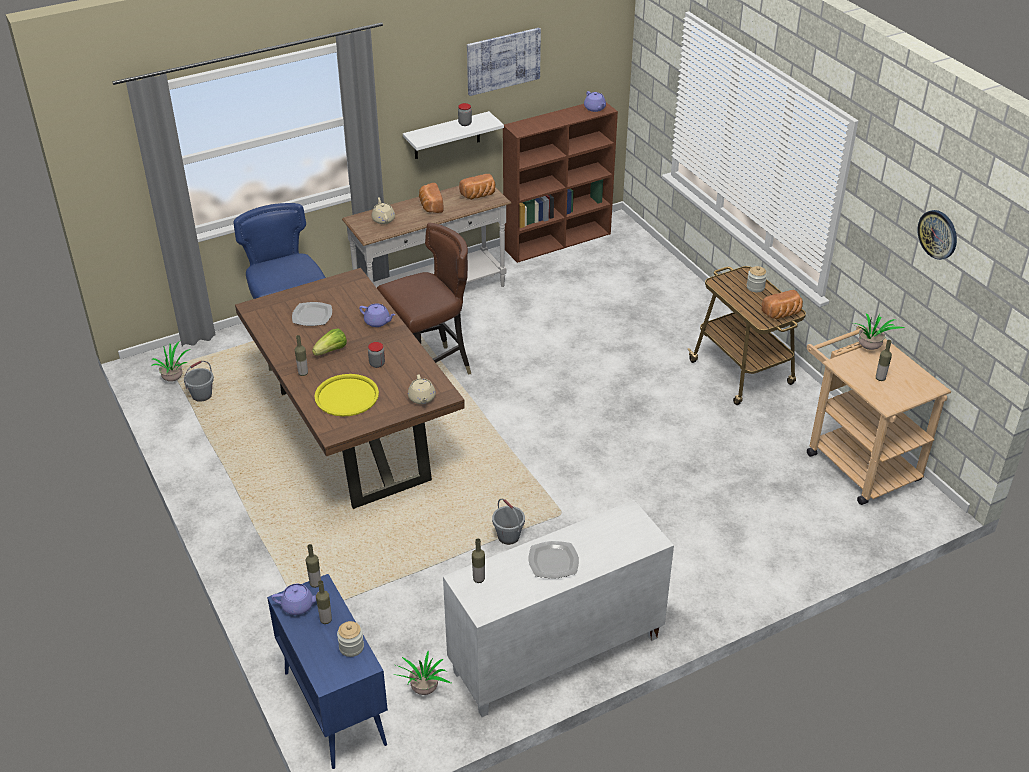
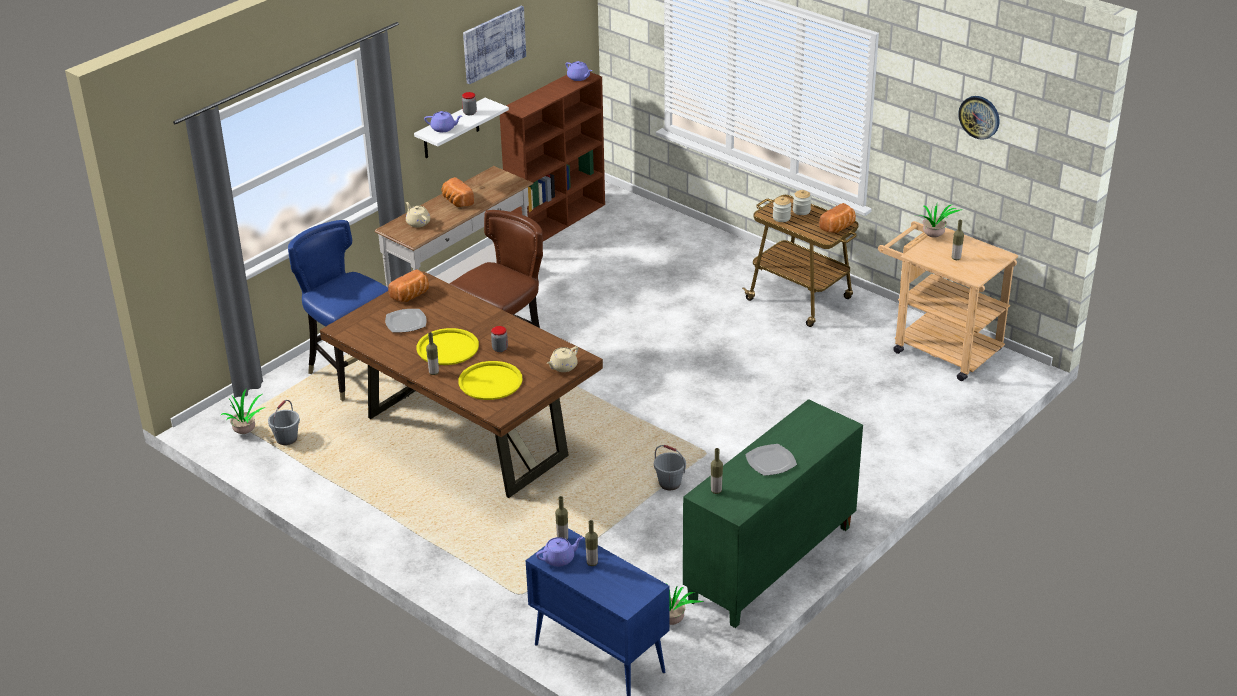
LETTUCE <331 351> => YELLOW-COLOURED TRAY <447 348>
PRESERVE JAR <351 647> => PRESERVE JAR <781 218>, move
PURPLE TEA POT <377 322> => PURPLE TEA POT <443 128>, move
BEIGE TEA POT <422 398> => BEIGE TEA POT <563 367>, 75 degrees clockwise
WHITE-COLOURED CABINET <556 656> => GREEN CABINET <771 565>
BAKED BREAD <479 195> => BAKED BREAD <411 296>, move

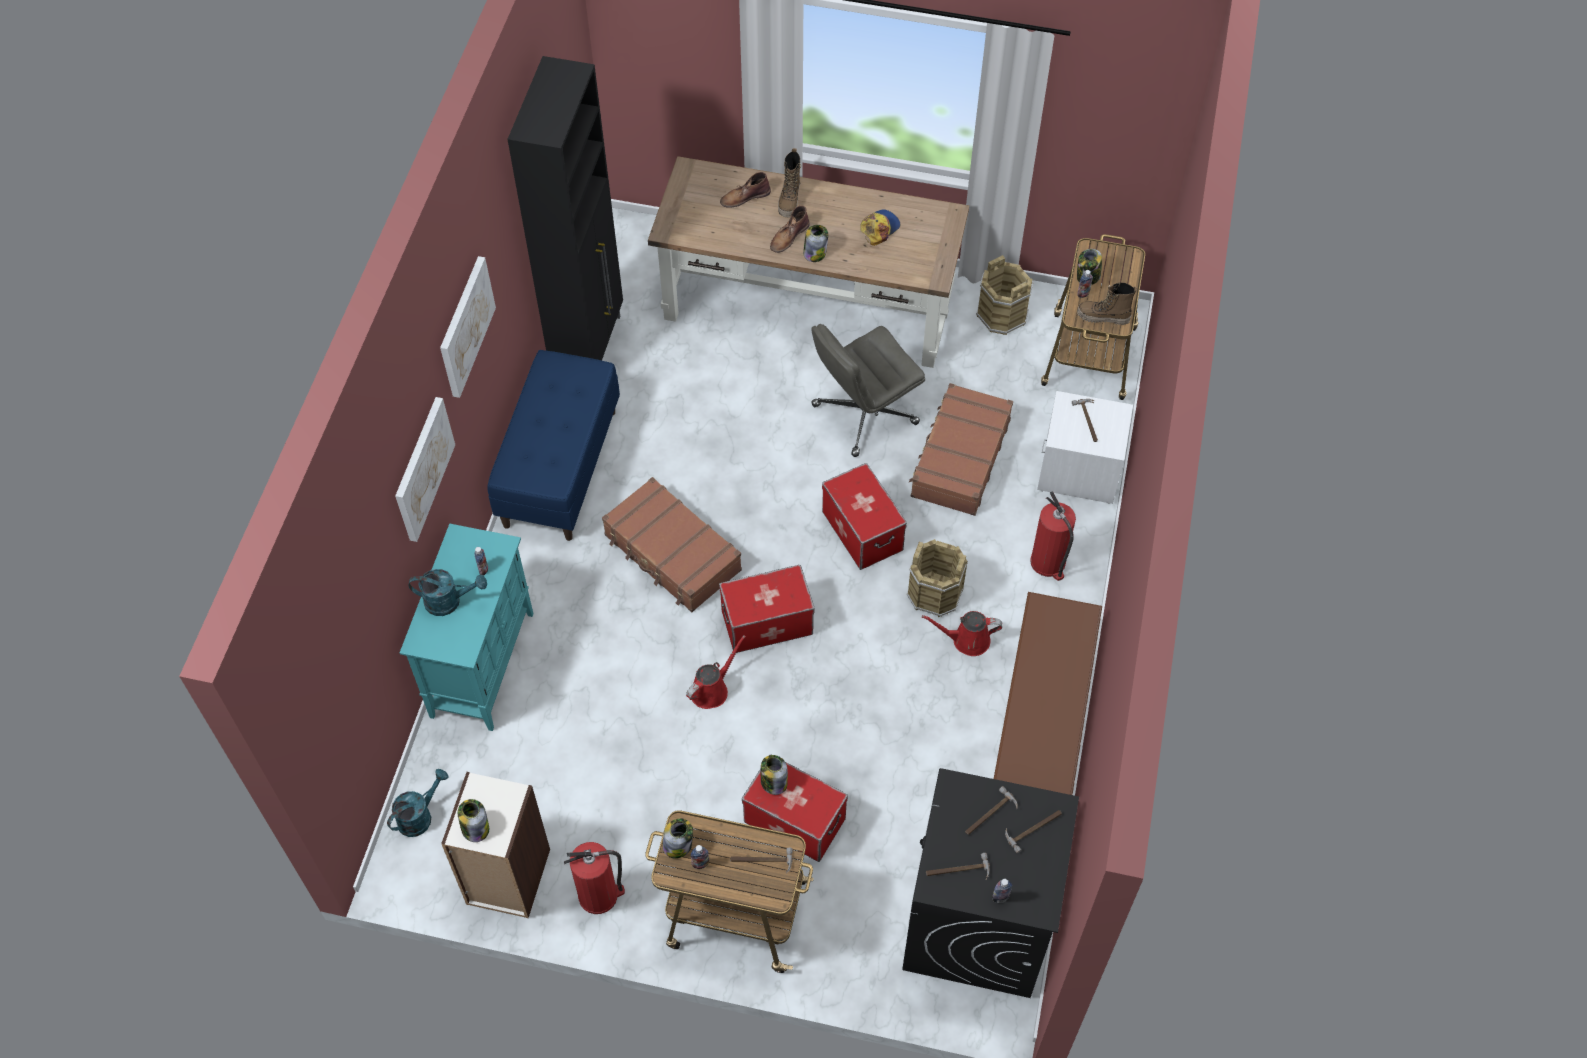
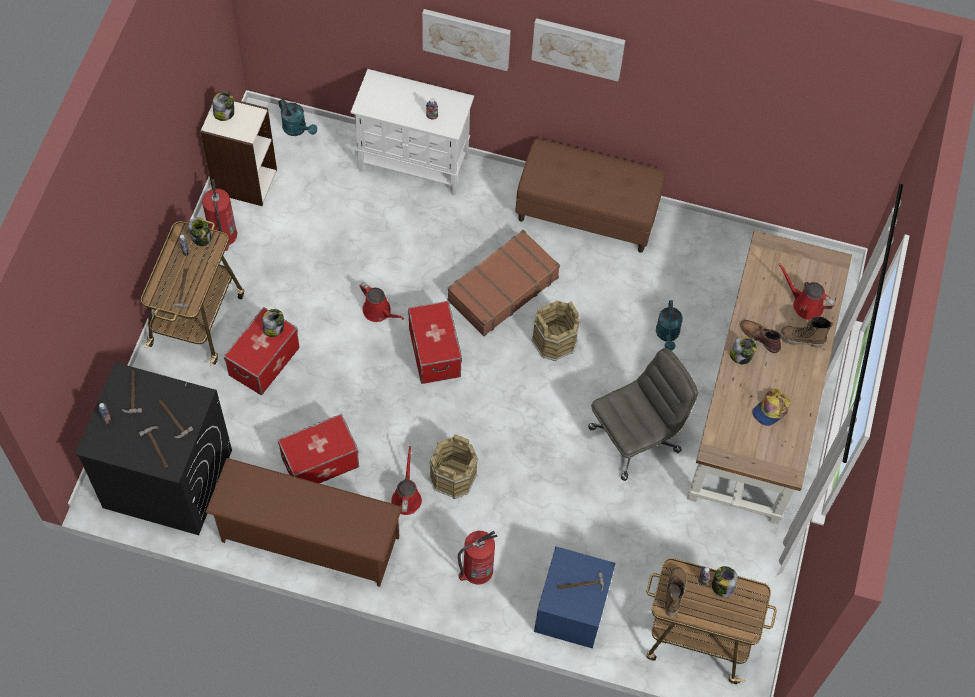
TURQUOISE CABINET <482 663> => WHITE-COLOURED CABINET <414 164>
TURQUOISE SPRINKLING CAN <449 601> => TURQUOISE SPRINKLING CAN <667 335>, move
BLUISH INDOOR BENCH <559 467> => BROWNISH INDOOR BENCH <587 213>
BLACK CABINET <590 348> => nothing
BROWNISH BOOT <744 197> => REDDISH SPRINKLING CAN <805 304>
GREY OFFICE CHAIR <864 415> => GREY OFFICE CHAIR <635 438>, 90 degrees clockwise
STORAGE BOX <863 530> => STORAGE BOX <320 462>, move
PEAKED CAP <879 228> => PEAKED CAP <770 409>, 90 degrees clockwise
BROWNISH SUITCASE <959 458> => nothing
BROWNISH WATER BUCKET <1002 314> => BROWNISH WATER BUCKET <554 342>, move
WHITE-COLOURED NIGHTSTAND <1079 470> => BLUISH NIGHTSTAND <571 609>

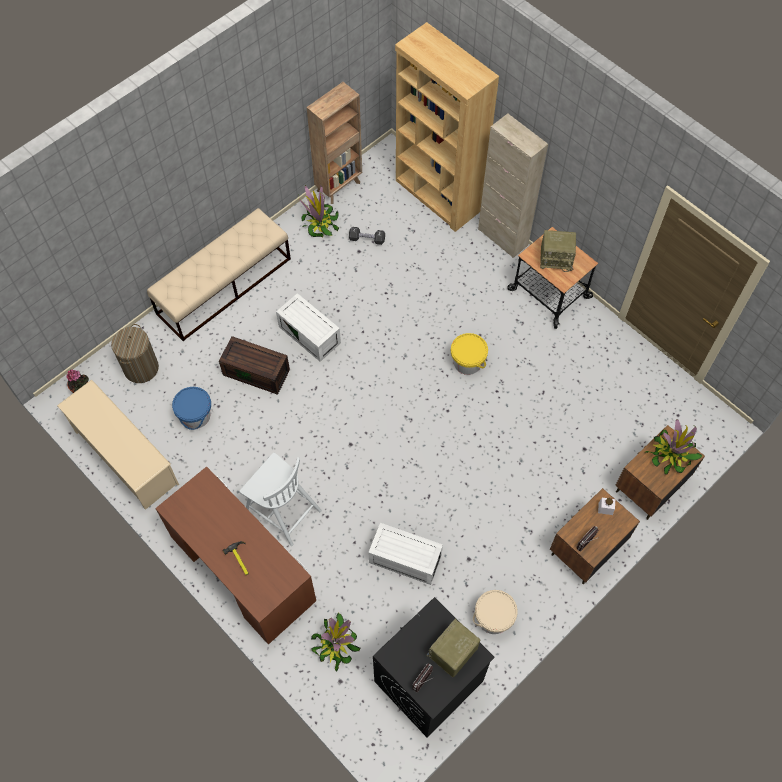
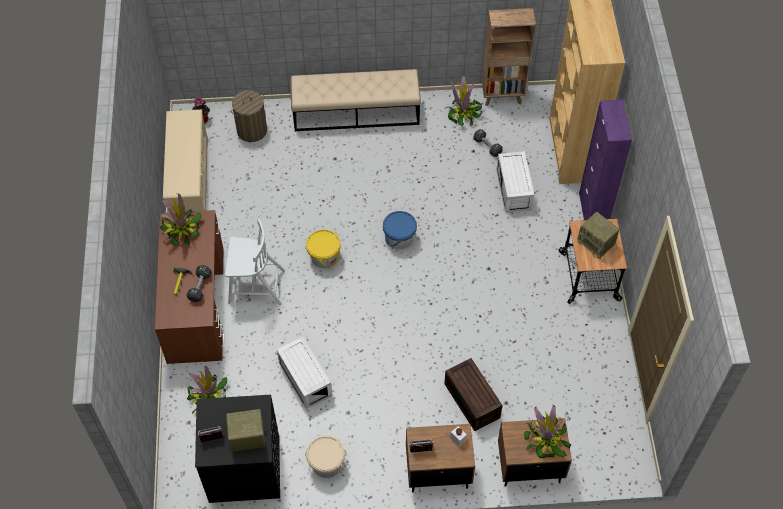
BLUISH WATER BUCKET <196 416> => BLUISH WATER BUCKET <399 238>, move
BROWNISH STORAGE BOX <257 372> => BROWNISH STORAGE BOX <473 401>, move
WHITE-COLOURED UPRIGHT CHAIR <282 510> => WHITE-COLOURED UPRIGHT CHAIR <255 286>, 75 degrees counterclockwise
WHITE-COLOURED STORAGE BOX <311 335> => WHITE-COLOURED STORAGE BOX <514 190>, move
YELLOW-COLOURED WATER BUCKET <467 362> => YELLOW-COLOURED WATER BUCKET <324 257>, move
BEIGE CABINET <502 237> => PURPLE CABINET <592 212>
nothing => PLANT IN A POT <181 230>
nothing => BLACK HAND WEIGHT <200 287>

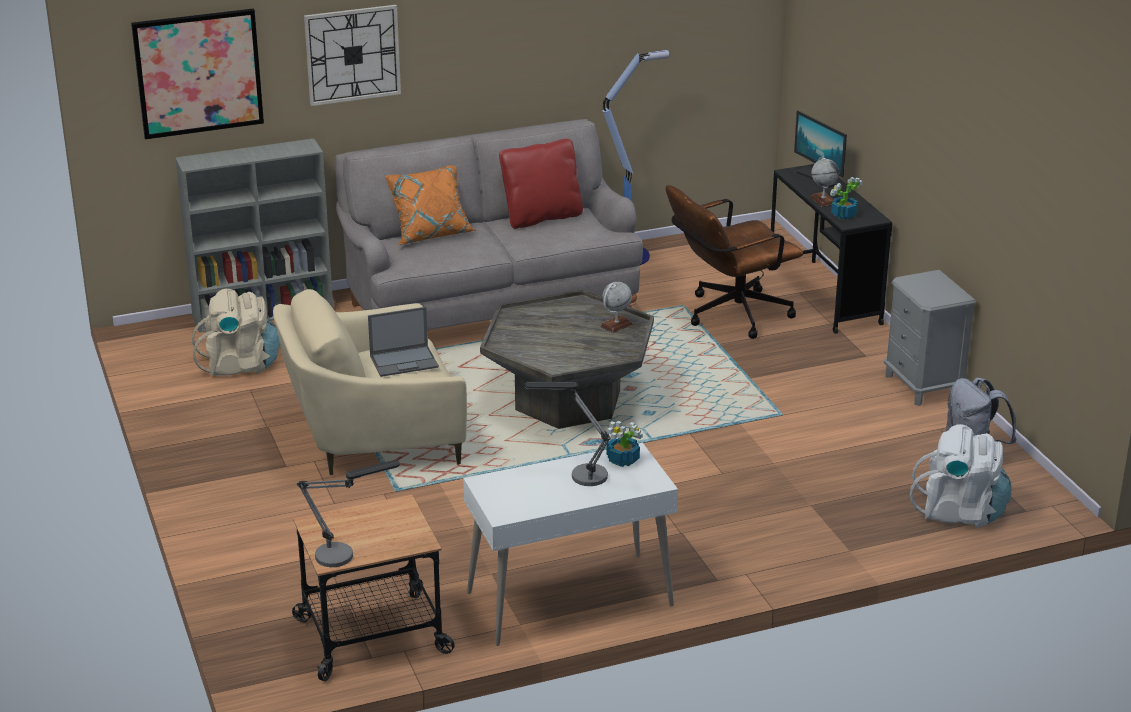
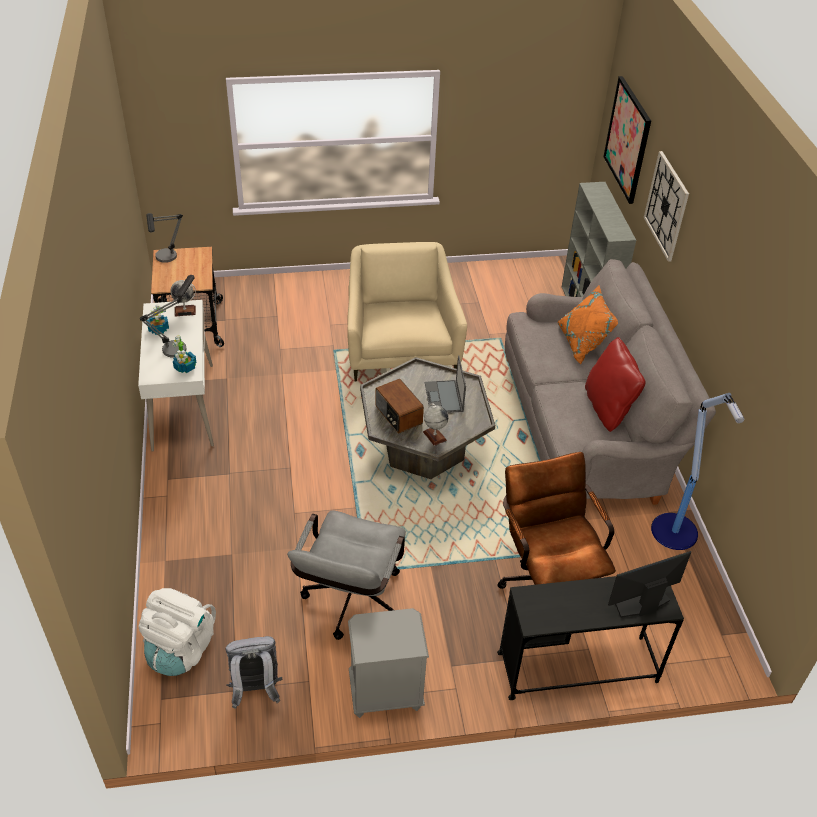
BEIGE RUCKSACK <240 365> => nothing
LAPTOP <405 361> => LAPTOP <444 397>, move
DESK GLOBE <823 200> => DESK GLOBE <185 311>, move
PLANT IN A POT <843 214> => PLANT IN A POT <159 329>, move
nothing => GREY OFFICE CHAIR <350 605>
nothing => RADIO RECEIVER <398 415>

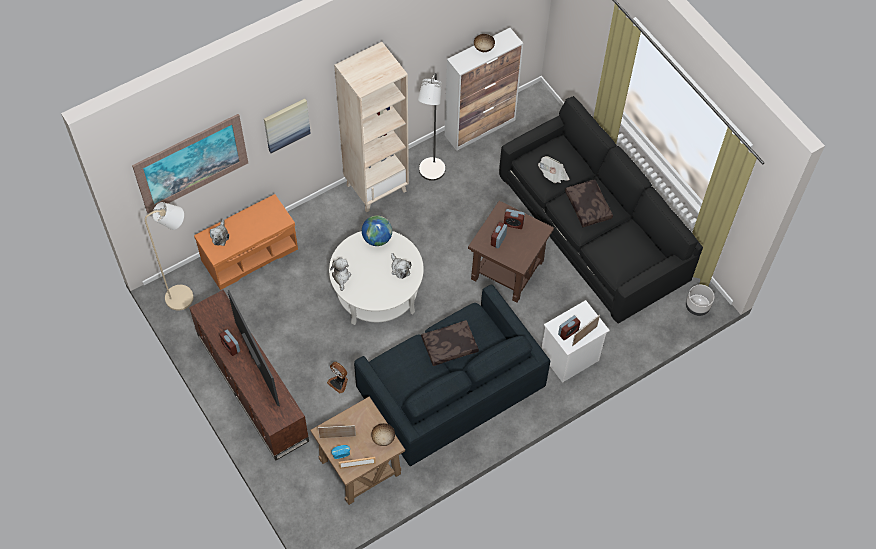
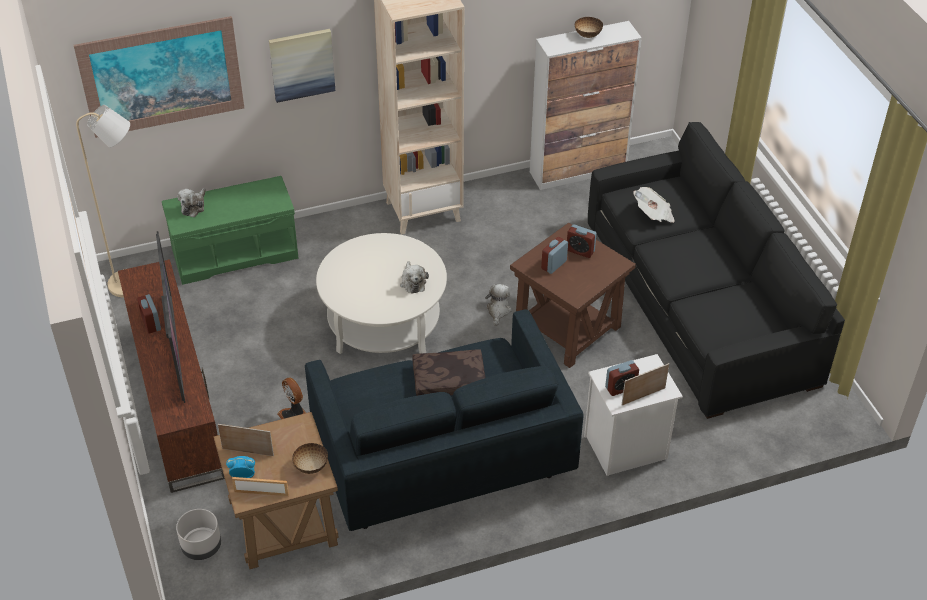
ORANGE INDOOR BENCH <250 253> => GREEN INDOOR BENCH <236 253>
CUDDLY TOY <341 276> => CUDDLY TOY <498 310>, move
DESK GLOBE <377 238> => nothing
GREY STANDARD LAMP <430 173> => nothing
BROWNISH CUSHION <589 206> => nothing
GREY PLANT POT <697 306> => GREY PLANT POT <202 547>, move

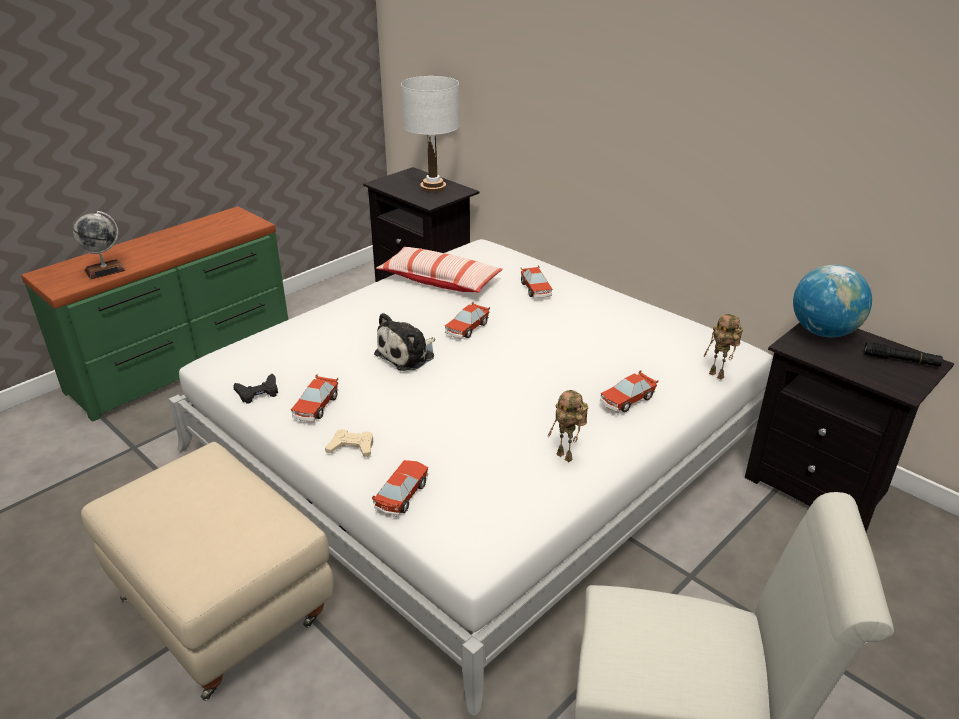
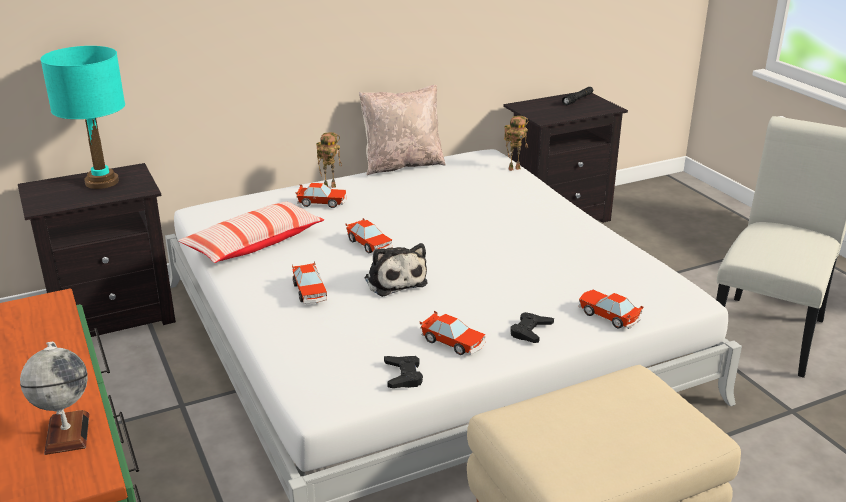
BEIGE JOYPAD <351 447> => BLACK JOYPAD <530 331>
WHITE-COLOURED LAMP FOR A TABLE <433 188> => TURQUOISE LAMP FOR A TABLE <102 182>
MODEL ROBOT <566 456> => MODEL ROBOT <330 186>, move
MODEL CAR <627 400> => MODEL CAR <310 292>, move
DESK GLOBE <823 332> => nothing
nothing => BEIGE CUSHION <402 165>

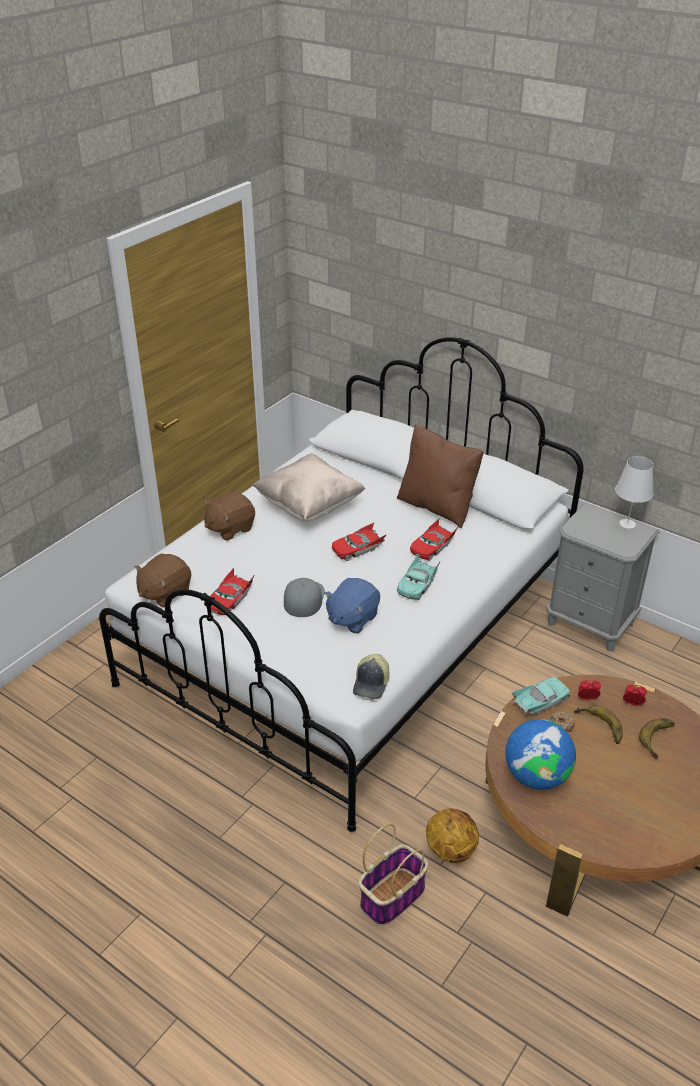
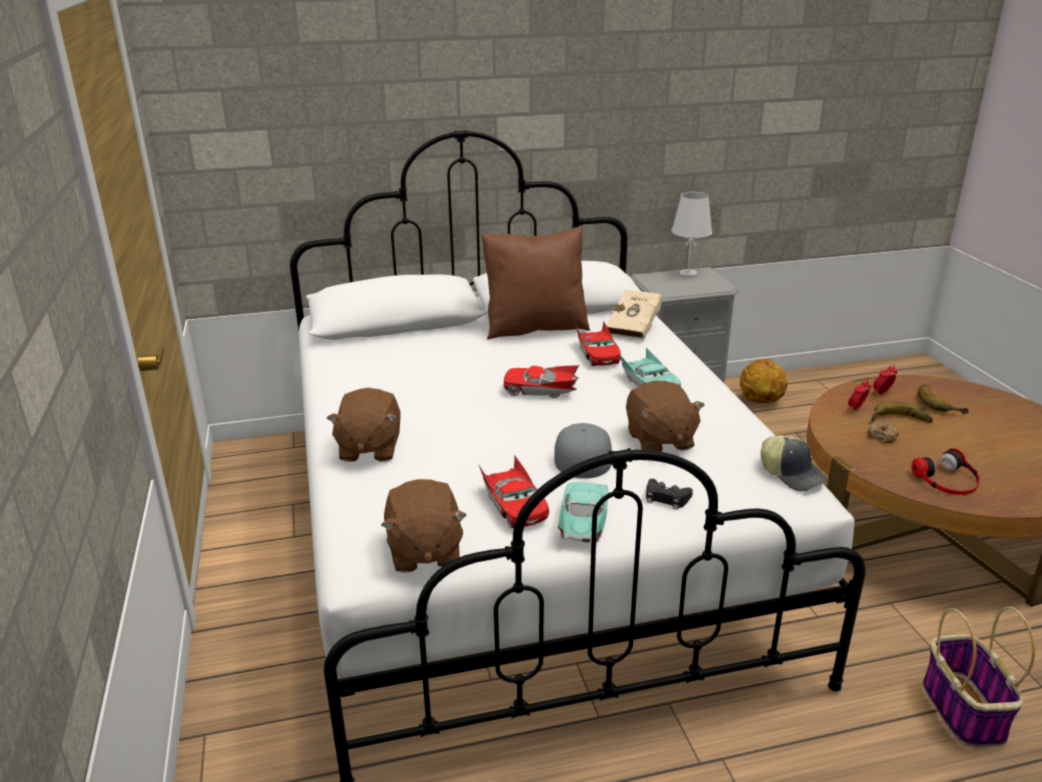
BEIGE CUSHION <309 506> => nothing
GREY PEAKED CAP <303 598> => GREY PEAKED CAP <581 455>, 45 degrees clockwise
BLUISH CUDDLY TOY <352 618> => BROWNISH CUDDLY TOY <659 440>
REDDISH MODEL CAR <358 549> => REDDISH MODEL CAR <540 390>, 90 degrees clockwise
BALL FOR BASKETBALL <450 850> => BALL FOR BASKETBALL <760 401>, move
DESK GLOBE <536 776> => HEADPHONES <947 480>
TURQUOISE MODEL CAR <540 702> => TURQUOISE MODEL CAR <583 523>, move
nothing => BEIGE BOOK <635 328>
nothing => BLACK JOYPAD <666 498>

